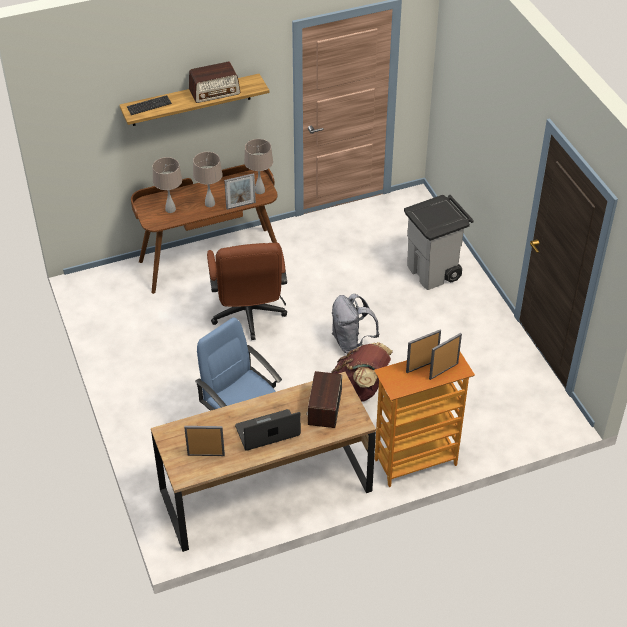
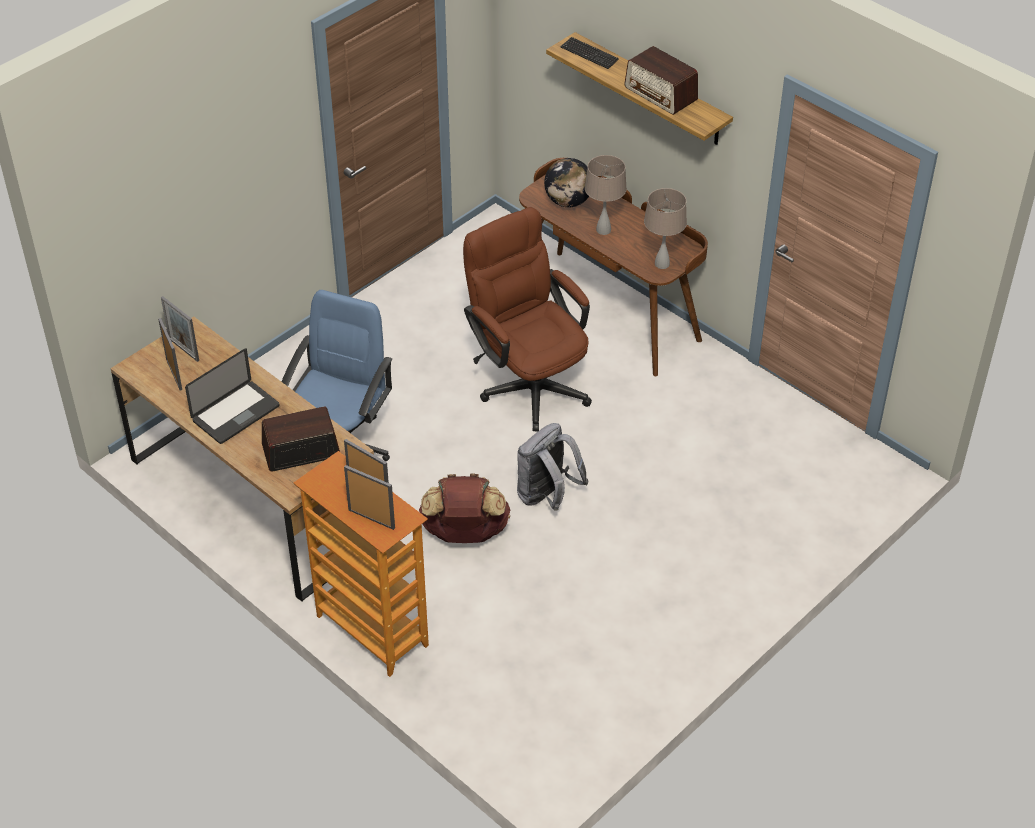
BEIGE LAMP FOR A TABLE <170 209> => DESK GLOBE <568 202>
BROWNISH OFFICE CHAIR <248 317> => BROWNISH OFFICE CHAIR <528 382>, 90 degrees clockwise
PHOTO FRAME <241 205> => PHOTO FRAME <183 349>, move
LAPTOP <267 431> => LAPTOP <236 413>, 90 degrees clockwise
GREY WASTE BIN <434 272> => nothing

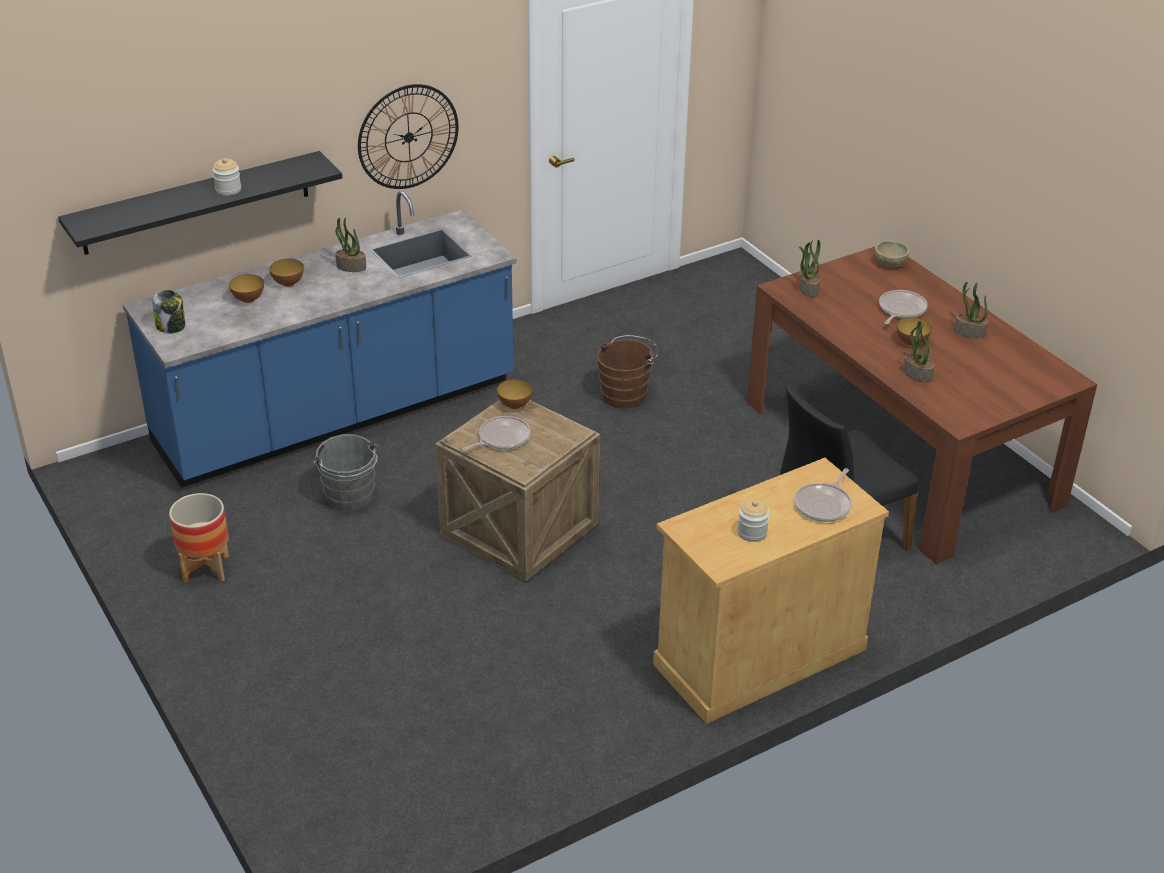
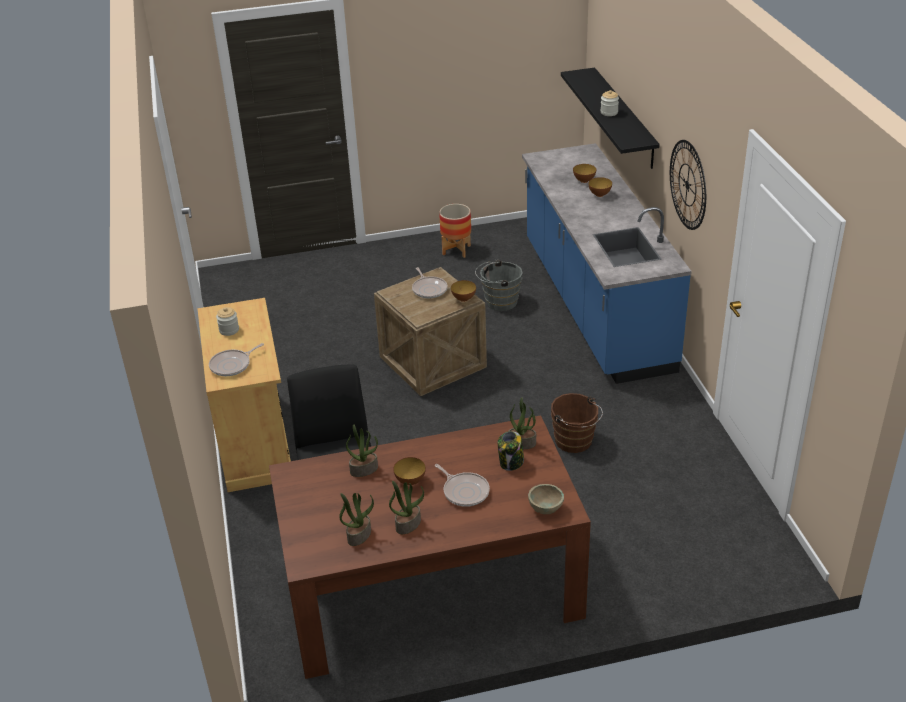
PRESERVE JAR <171 326> => PRESERVE JAR <511 462>, move
PLANT IN A POT <350 267> => PLANT IN A POT <359 535>, move
FRYING PAN <824 505> => FRYING PAN <232 365>, 90 degrees counterclockwise

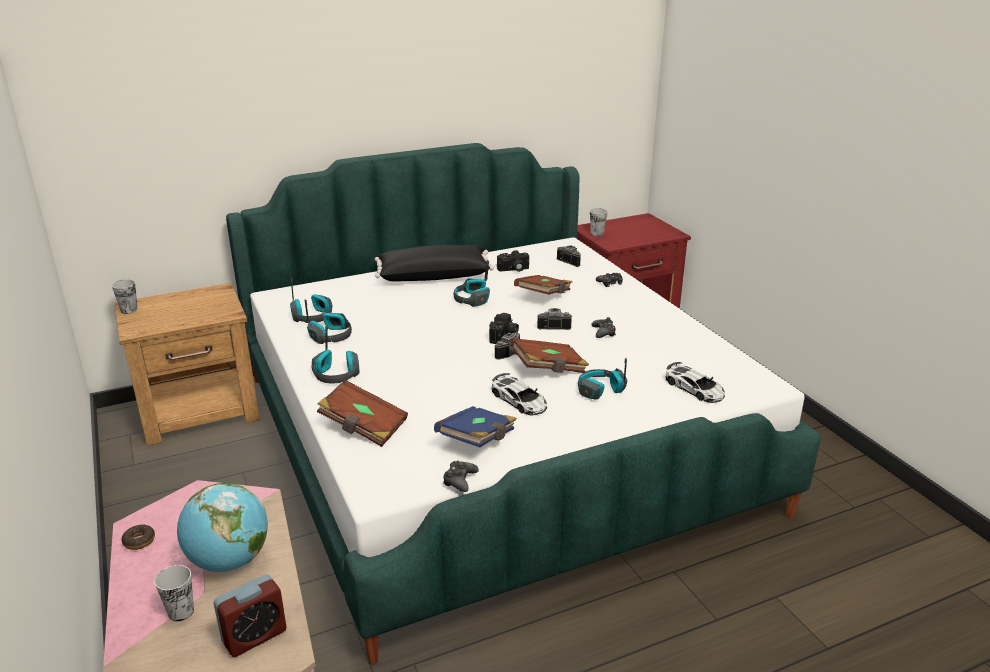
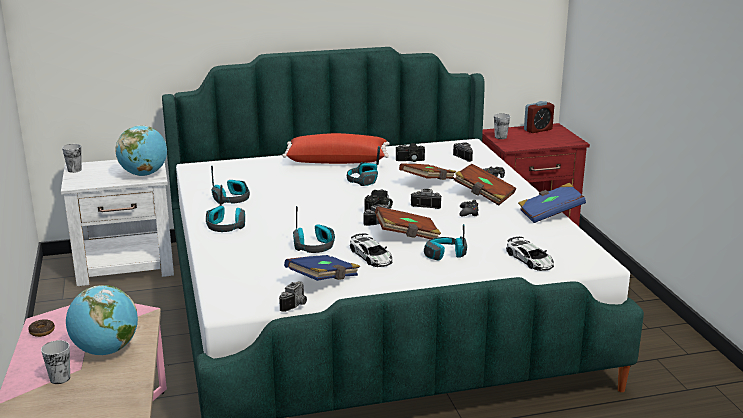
BROWNISH NIGHTSTAND <201 411> => WHITE-COLOURED NIGHTSTAND <127 265>
TABLE CLOCK <254 636> => TABLE CLOCK <538 130>, move
HEADPHONES <313 316> => HEADPHONES <314 246>, move
BROWNISH BOOK <363 427> => BROWNISH BOOK <484 195>, move
BLACK CUSHION <434 276> => REDDISH CUSHION <337 161>
BLACK JOYPAD <460 480> => STILL CAMERA <297 305>
nothing => DESK GLOBE <144 174>
nothing => BLUISH BOOK <550 214>

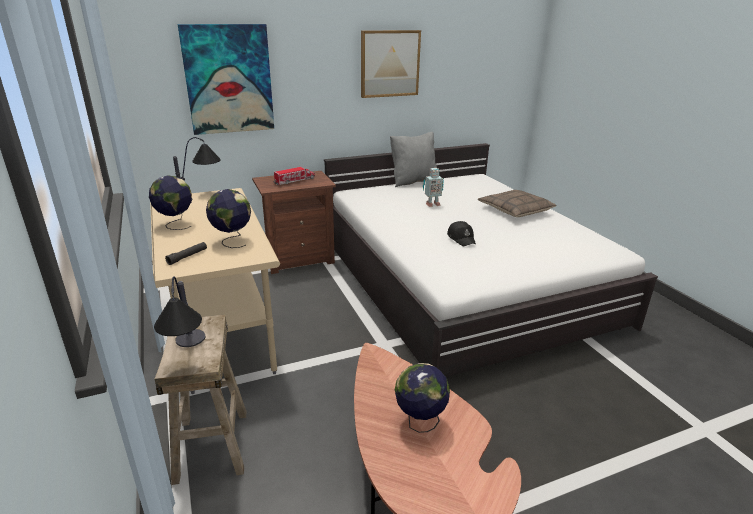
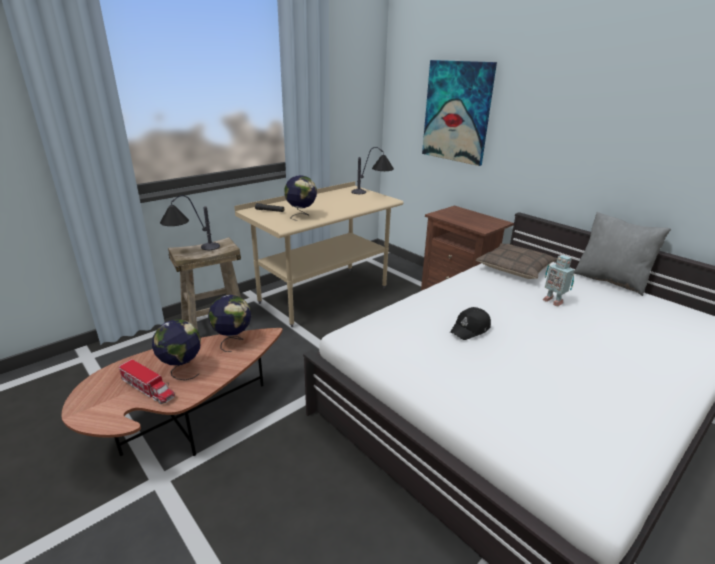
DESK GLOBE <175 224> => DESK GLOBE <233 341>, move
MODEL TRUCK <295 181> => MODEL TRUCK <148 389>, move
PICTURE <389 63> => nothing
CUSHION <515 210> => CUSHION <515 268>, move

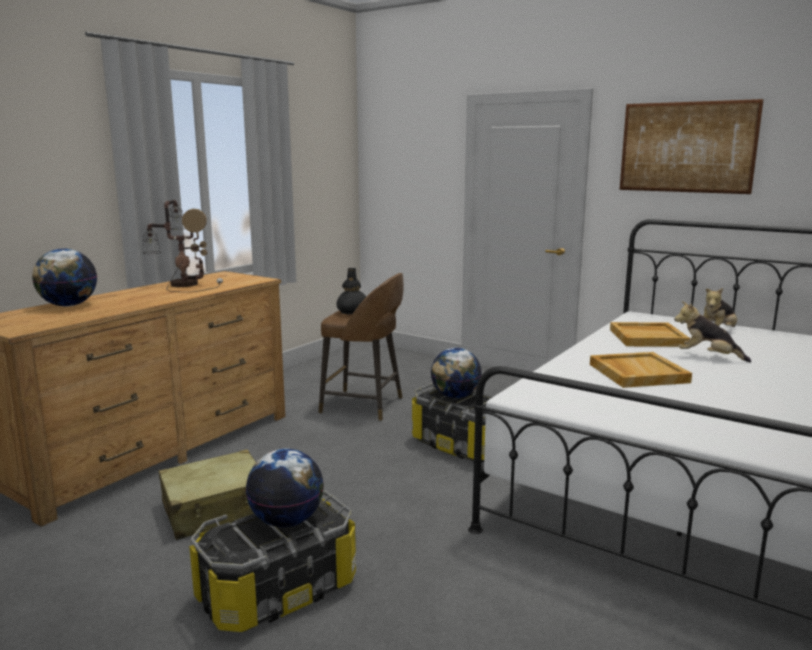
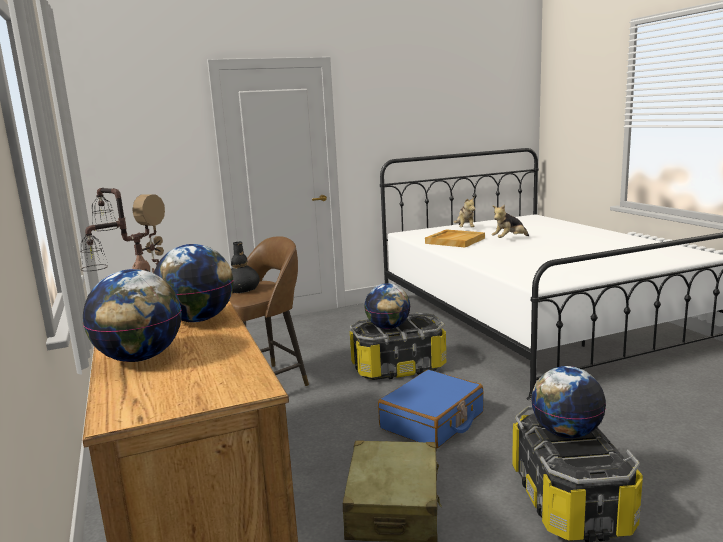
BEIGE TRAY <637 373> => nothing
PICTURE <686 147> => nothing
nothing => DESK GLOBE <198 320>
nothing => BLUISH SUITCASE <432 421>

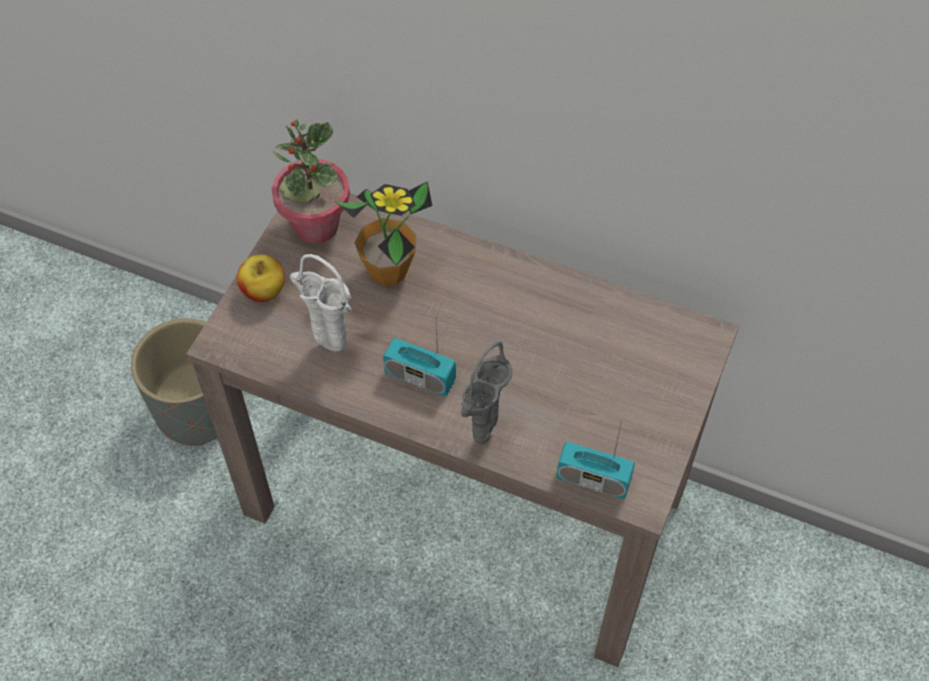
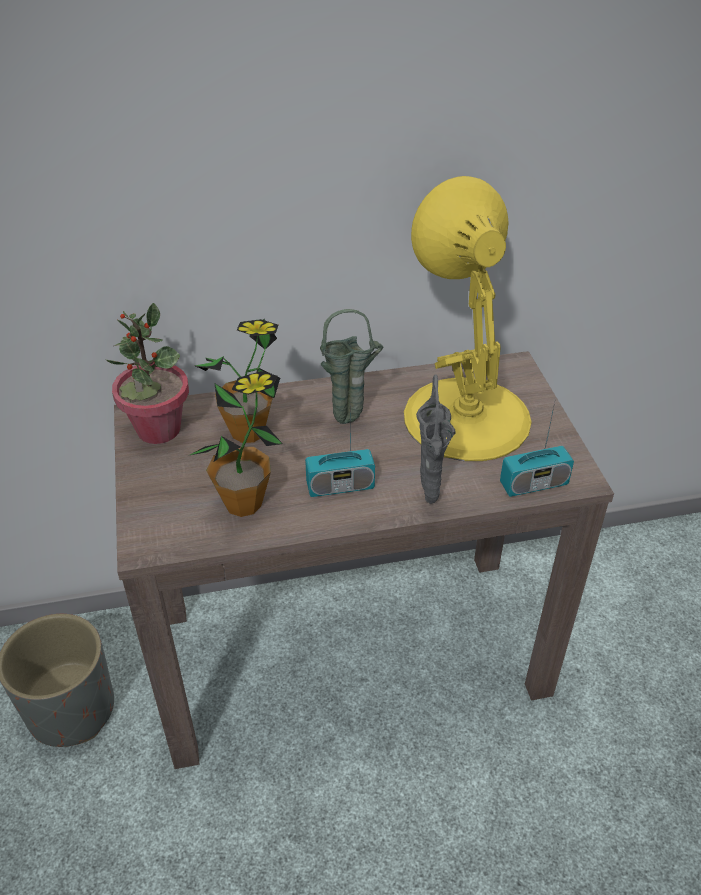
APPLE <263 290> => nothing
WHITE-COLOURED FLOWER VASE <327 346> => PLANT IN A POT <243 503>
nothing => GREEN FLOWER VASE <351 421>
nothing => YELLOW-COLOURED LAMP FOR A TABLE <465 416>

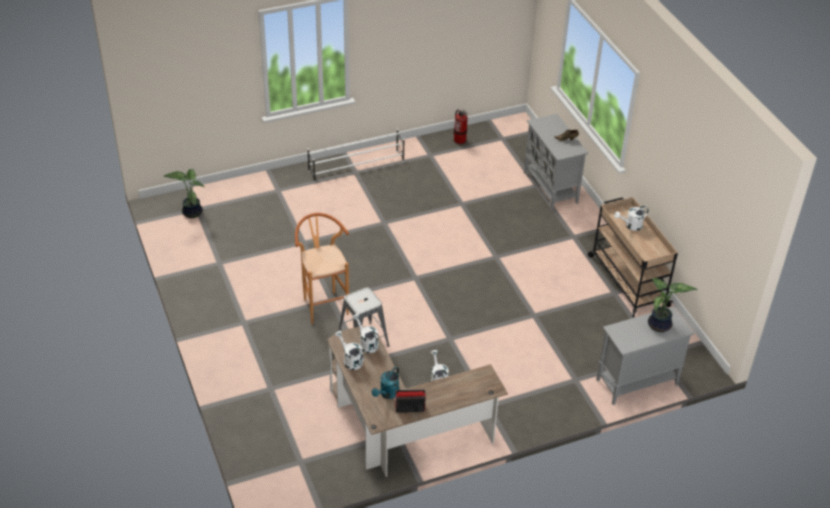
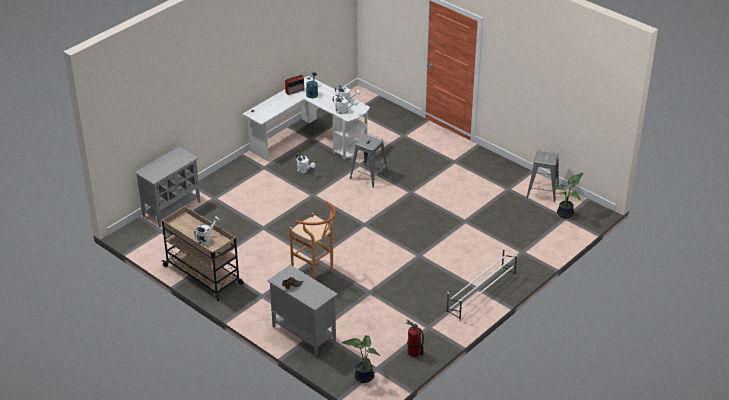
BROWNISH STOOL <323 304> => BROWNISH STOOL <316 272>, move
BROWNISH DESK UNIT <400 429> => WHITE-COLOURED DESK UNIT <310 140>
PLANT IN A POT <660 326> => PLANT IN A POT <363 376>, move
nothing => GREY STOOL <542 191>

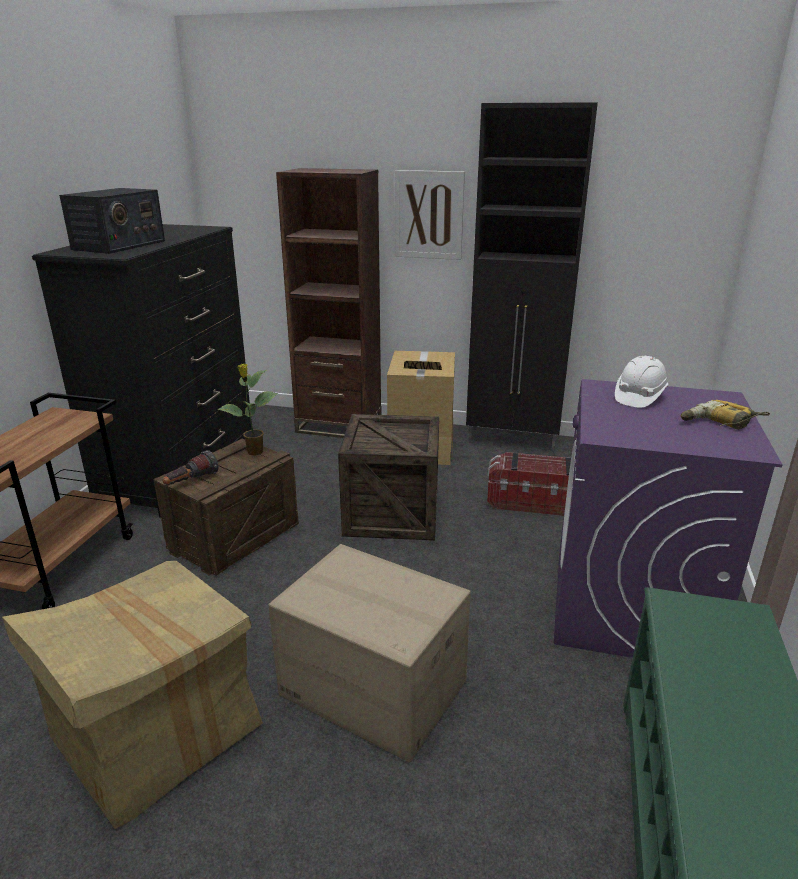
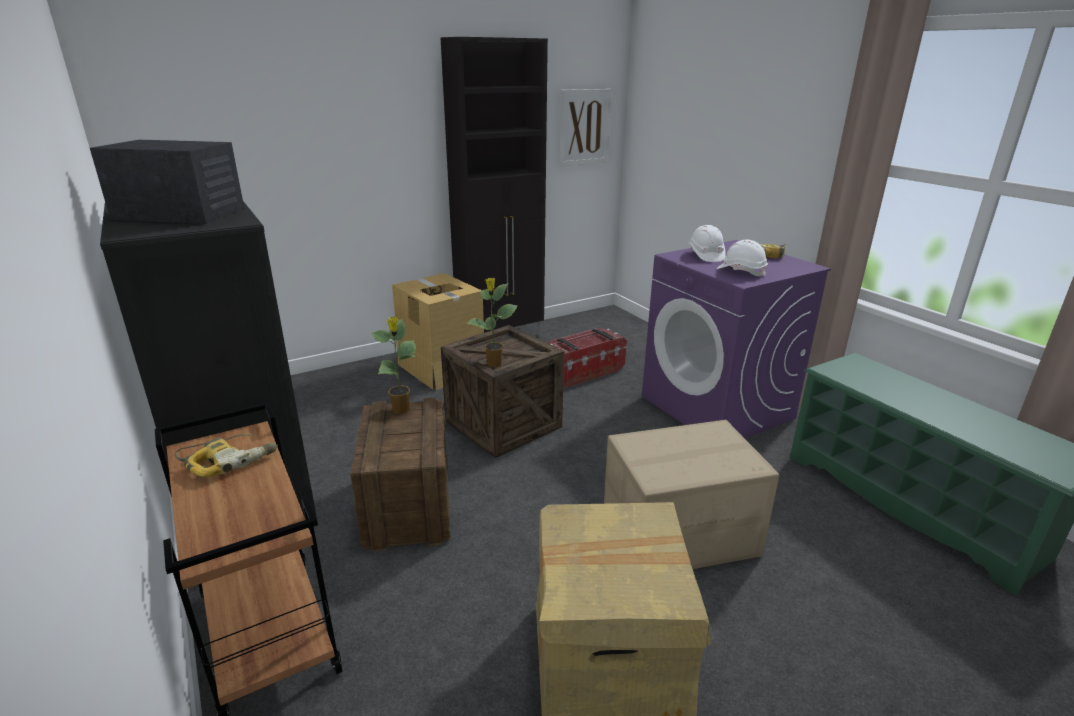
RADIO RECEIVER <119 245> => RADIO RECEIVER <180 214>, 60 degrees counterclockwise
TORCH <191 482> => nothing
BROWNISH SHELVING UNIT <339 426> => nothing
PICTURE <429 215> => PICTURE <584 127>, move
nothing => ELECTRIC DRILL <229 460>
nothing => PLANT IN A POT <494 364>
nothing => WHITE-COLOURED WORK HELMET <741 271>

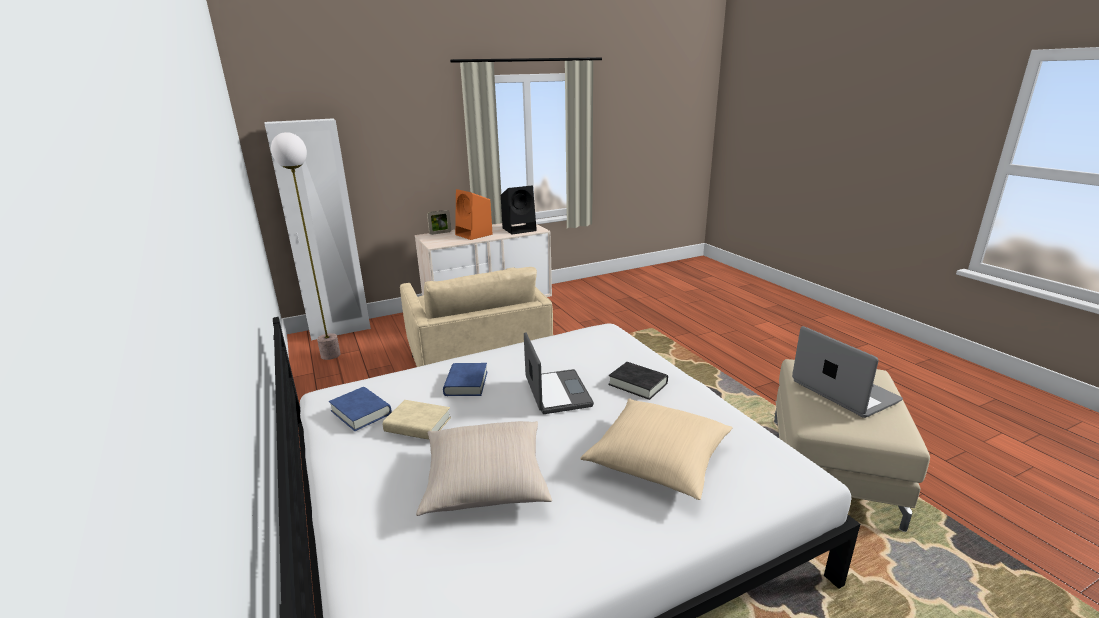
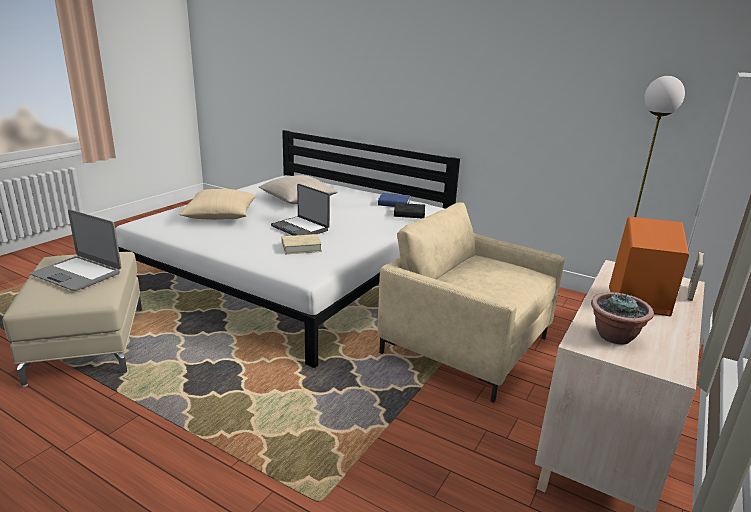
BEIGE BOOK <418 425> => BEIGE BOOK <301 247>, move
BLUISH BOOK <466 383> => nothing
BLACK AUDIO SPEAKER <520 229> => PLANT IN A POT <614 337>
BLACK BOOK <638 384> => BLACK BOOK <409 214>, move

